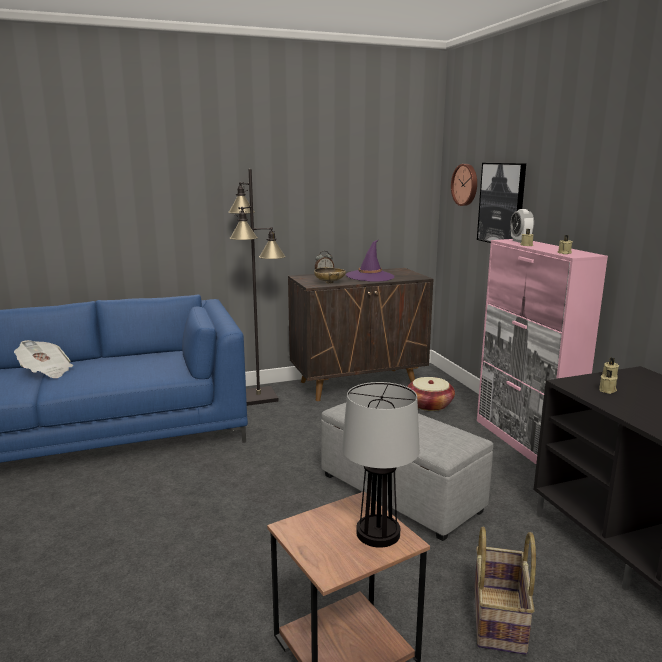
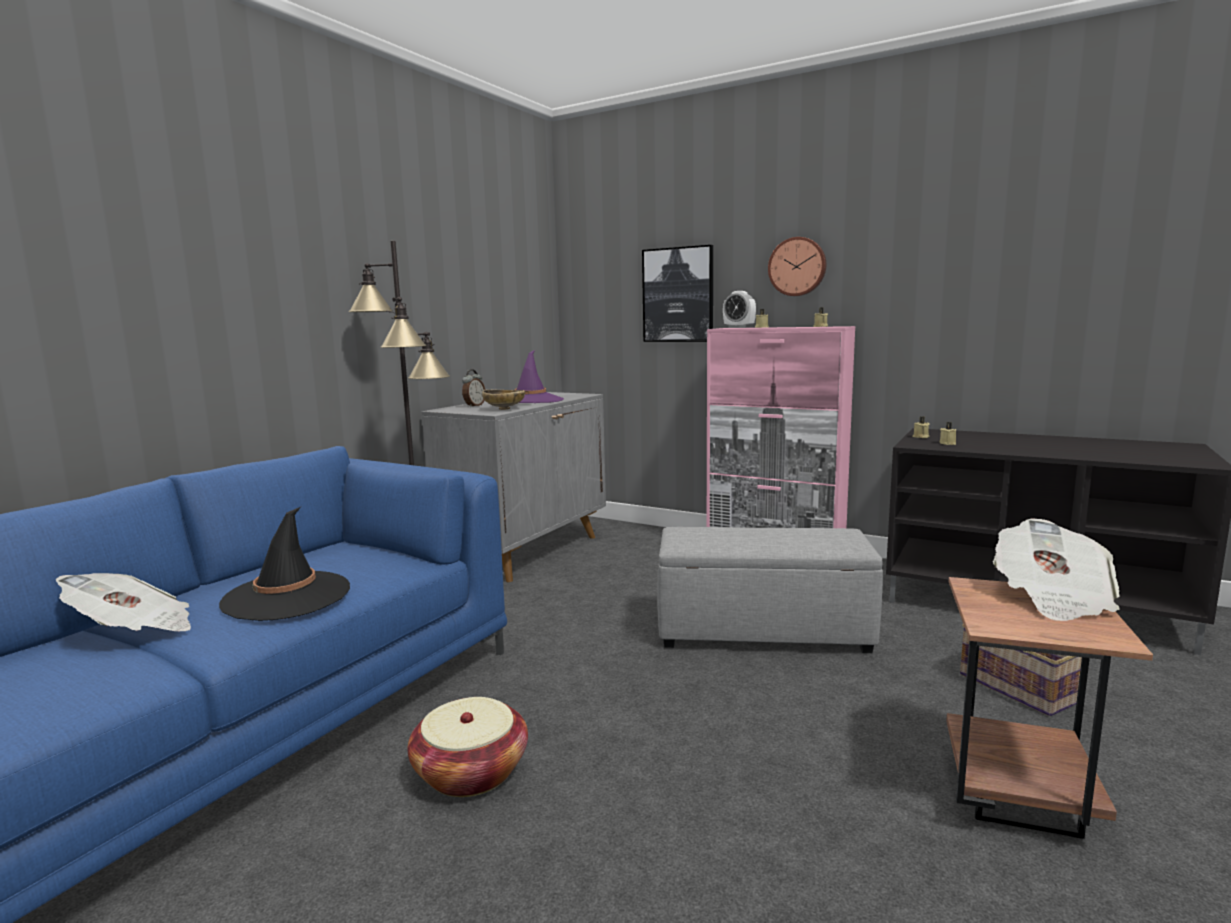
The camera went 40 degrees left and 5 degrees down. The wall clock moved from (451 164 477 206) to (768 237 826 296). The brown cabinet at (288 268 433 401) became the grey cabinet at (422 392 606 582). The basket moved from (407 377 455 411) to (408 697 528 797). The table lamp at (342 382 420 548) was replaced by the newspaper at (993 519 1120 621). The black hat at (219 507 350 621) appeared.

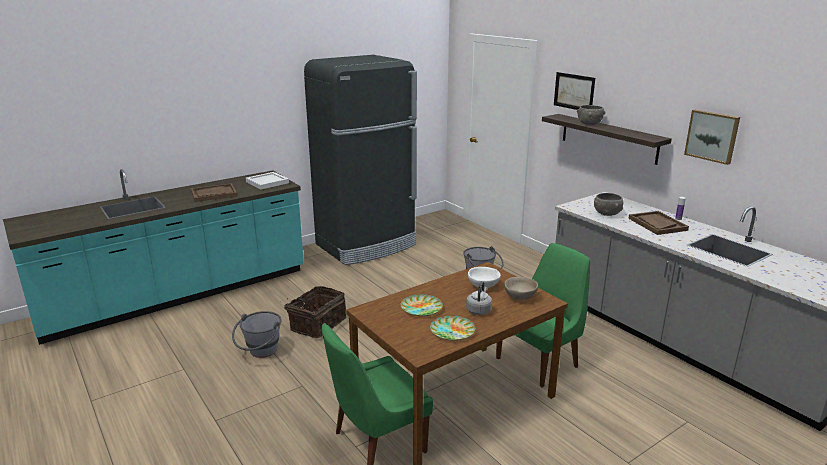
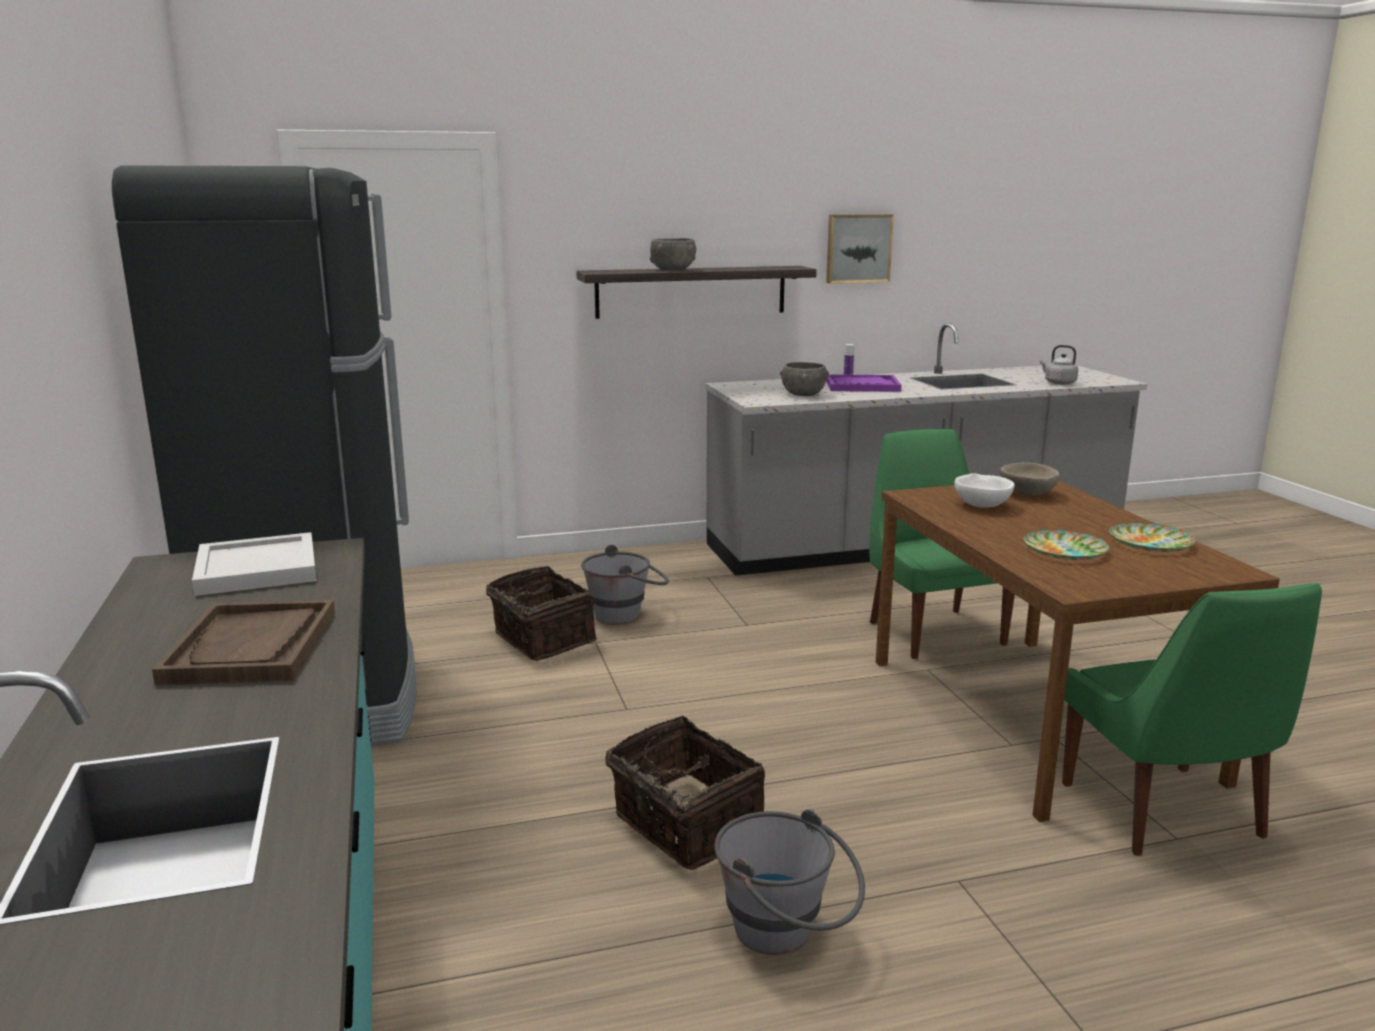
The camera went 70 degrees left and 5 degrees down. The picture at (554 72 595 110) disappeared. The brown tray at (628 211 689 235) became the purple tray at (826 374 902 392). The grey kettle moved from (466 281 492 315) to (1040 345 1078 385). The basket at (486 566 597 661) appeared.

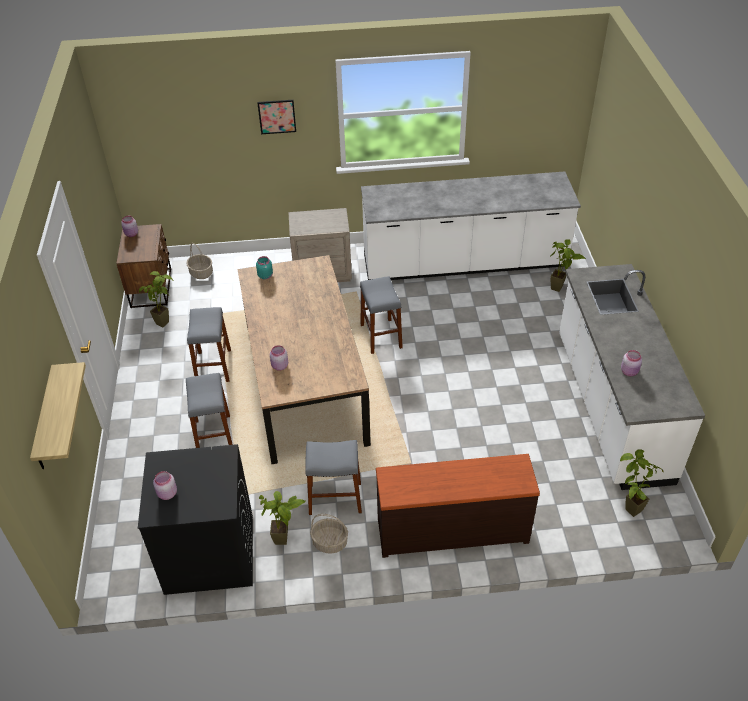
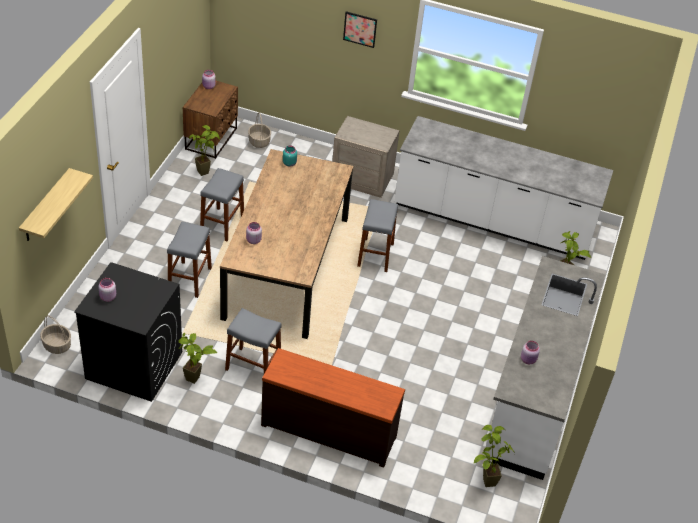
The camera went 20 degrees right and 0 degrees up. The basket moved from (310 514 348 554) to (40 315 71 354).

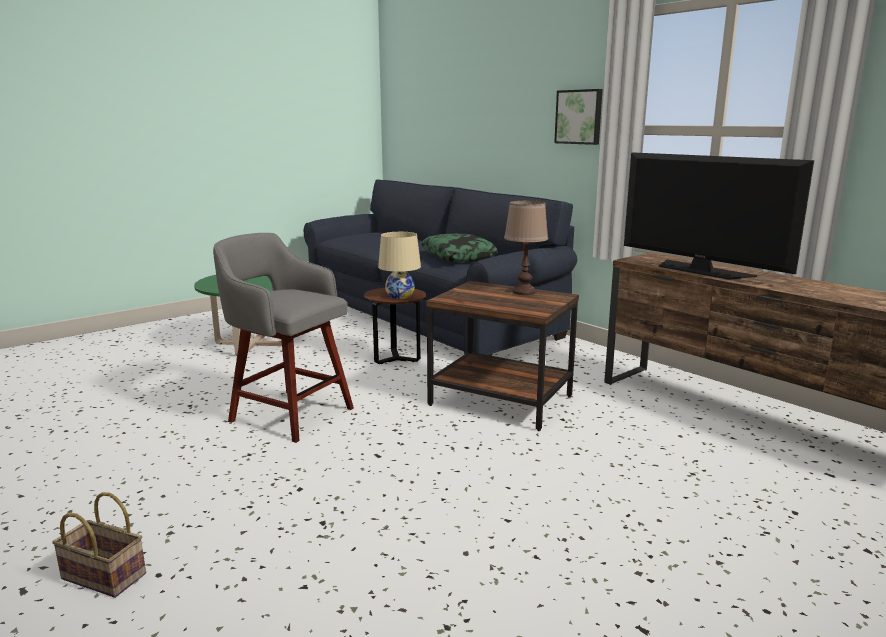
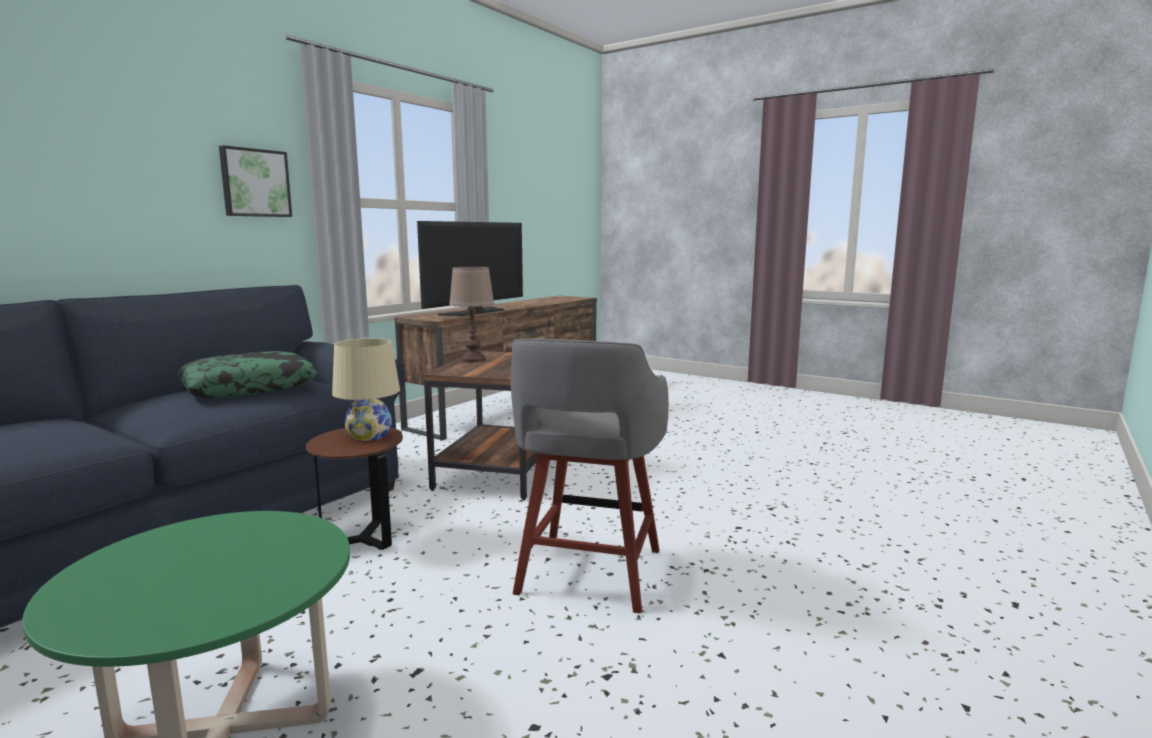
The camera went 105 degrees left and 5 degrees down. The basket at (52 492 146 598) disappeared.

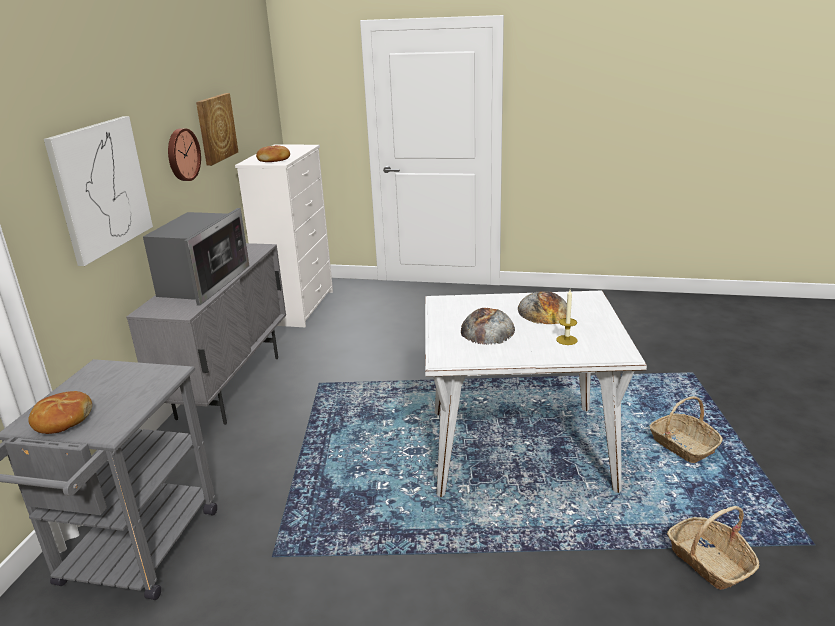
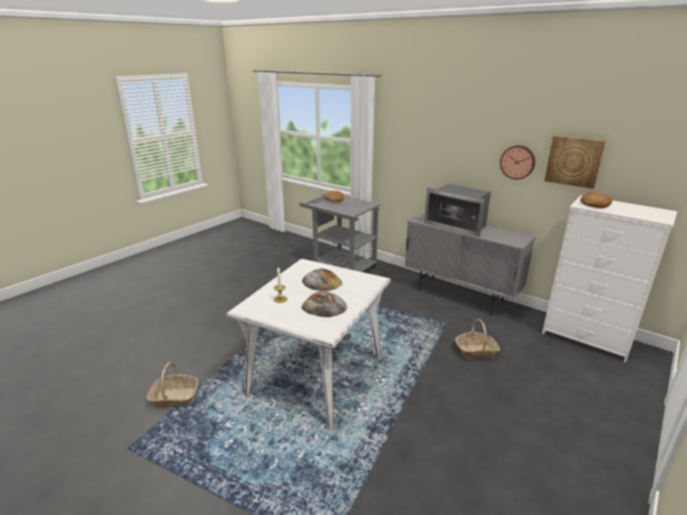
The camera went 115 degrees right and 0 degrees up. The picture at (44 116 153 266) disappeared. The basket moved from (650 396 723 463) to (455 319 500 359).

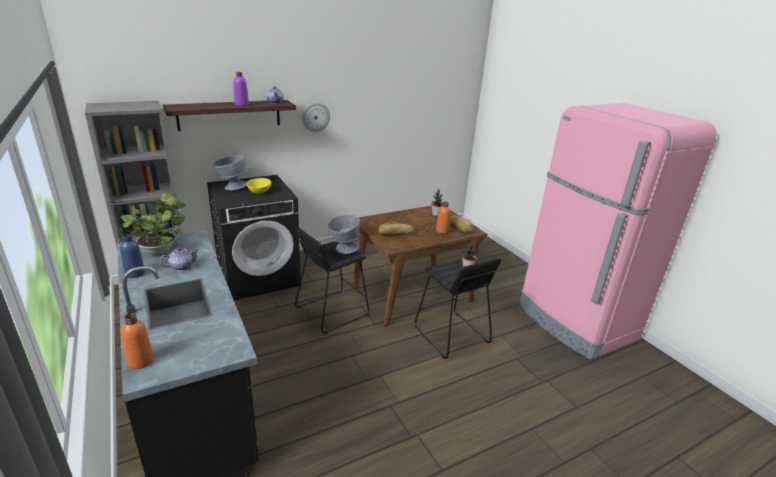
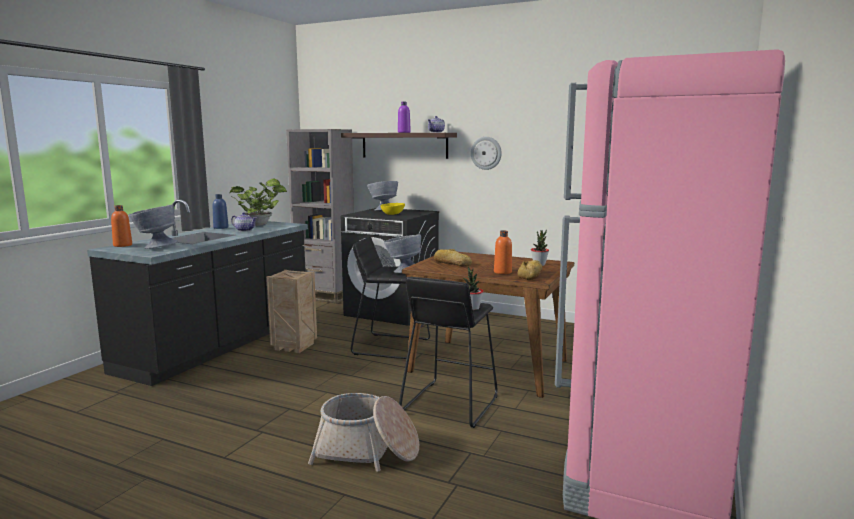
The camera went 55 degrees right and 15 degrees down. The grey bowl at (129 204 178 249) appeared. The crate at (266 270 317 353) appeared. The basket at (308 393 419 472) appeared.

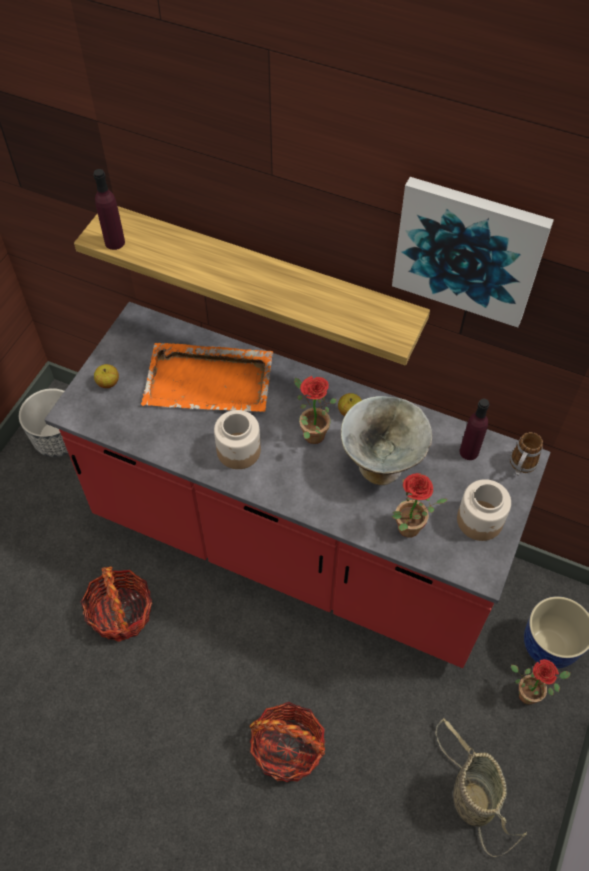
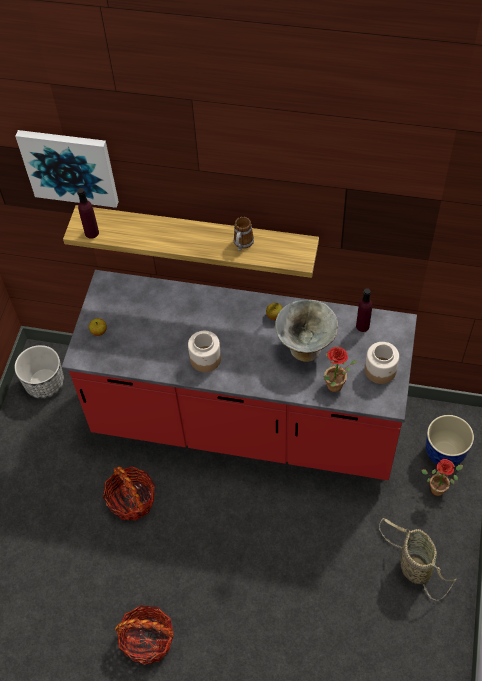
The camera went 10 degrees left and 0 degrees up. The picture moved from (392 177 554 327) to (15 130 119 208). The orange tray at (141 343 273 412) disappeared. The potted plant at (294 376 337 444) disappeared. The mug moved from (510 432 543 476) to (233 217 254 251). The basket moved from (250 702 325 782) to (115 605 174 665).

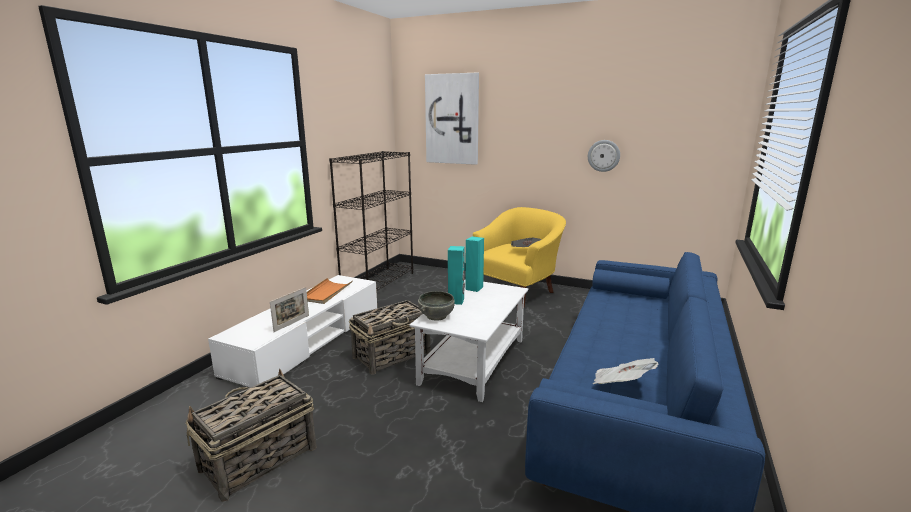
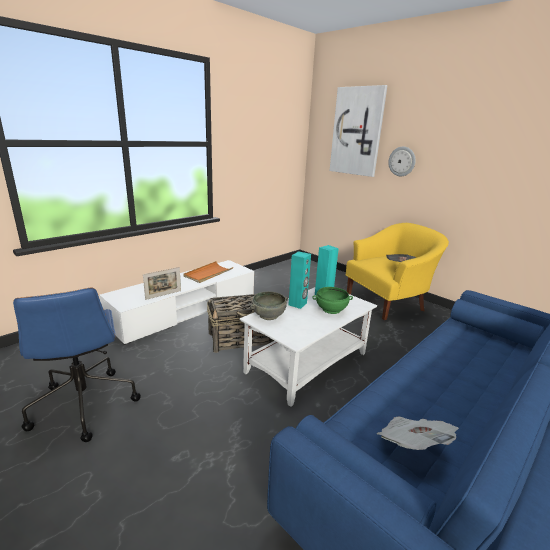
The camera went 20 degrees right and 5 degrees up. The wall clock moved from (588 140 620 172) to (388 147 416 176). The black bookcase at (329 151 413 291) disappeared. The basket at (186 369 316 502) was replaced by the blue office chair at (13 288 141 442). The green bowl at (312 287 353 314) appeared.

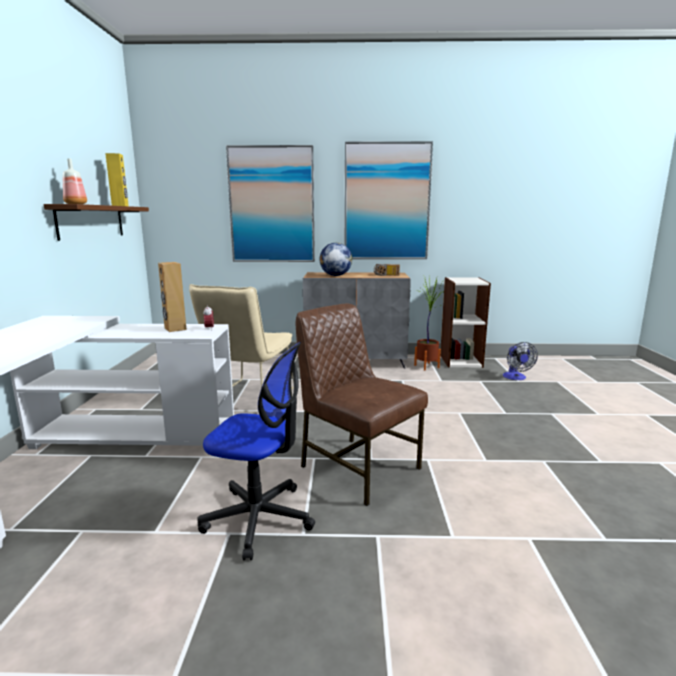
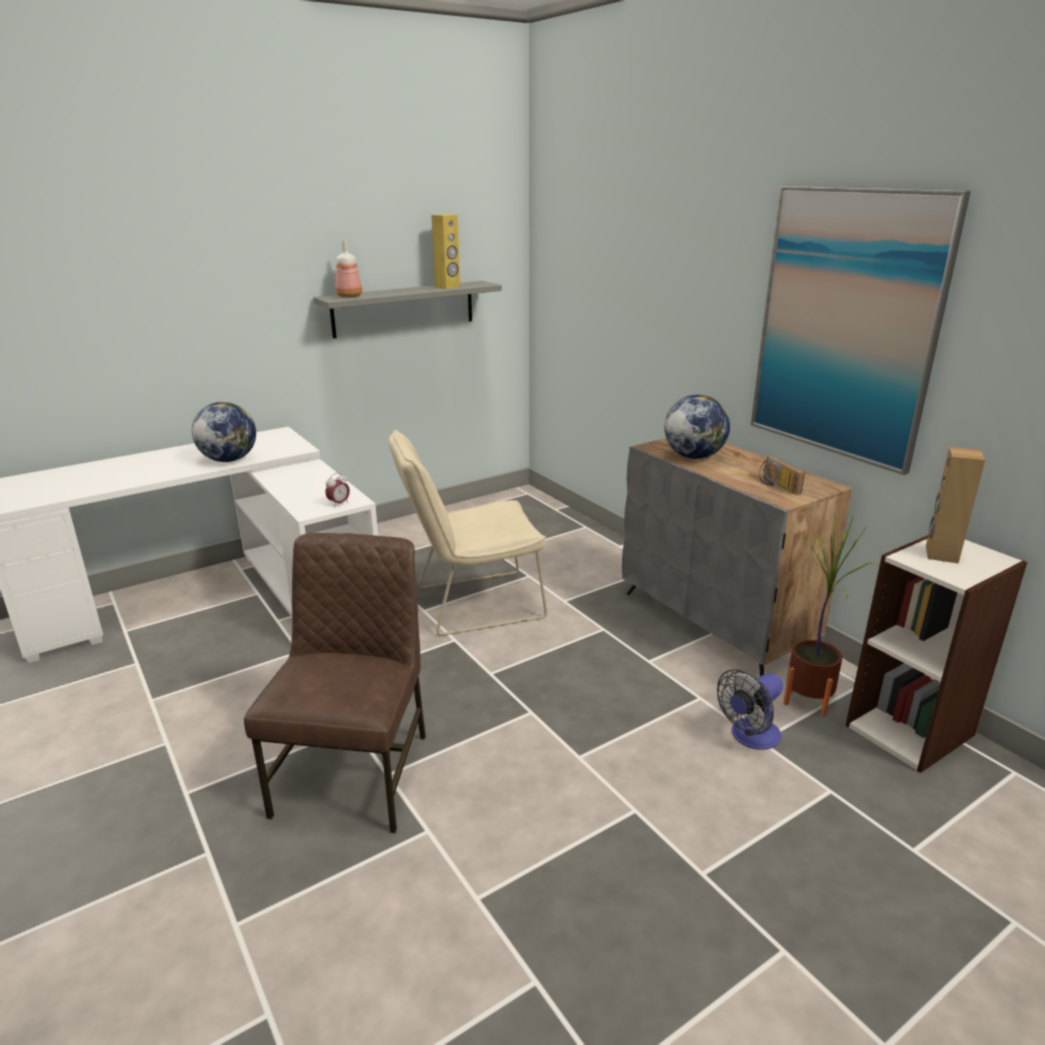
The camera went 55 degrees right and 10 degrees up. The picture at (226 145 315 262) disappeared. The brown shelf at (44 204 149 241) became the grey shelf at (313 281 502 339). The brown speaker moved from (158 262 187 332) to (926 447 985 564). The office chair at (197 342 315 561) disappeared. The fan moved from (503 342 538 380) to (717 669 783 750). The globe at (192 402 256 462) appeared.

